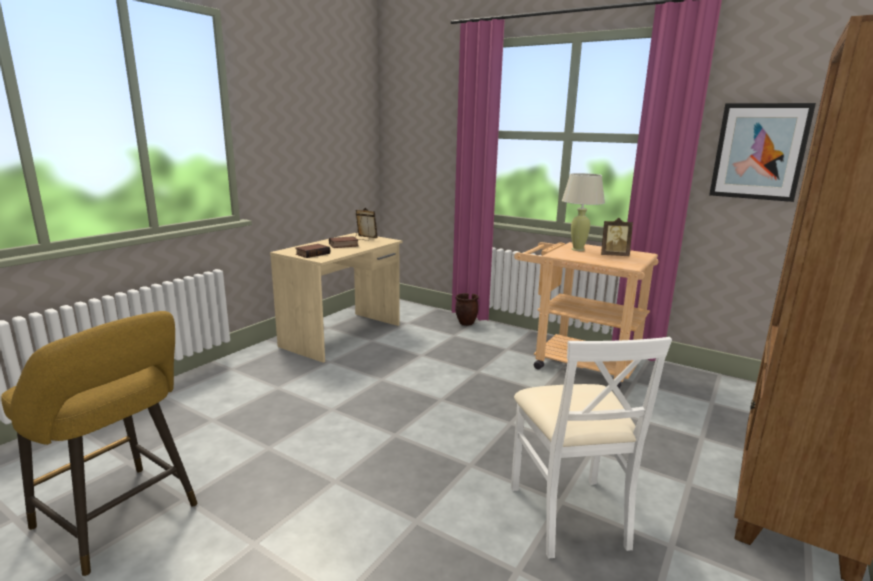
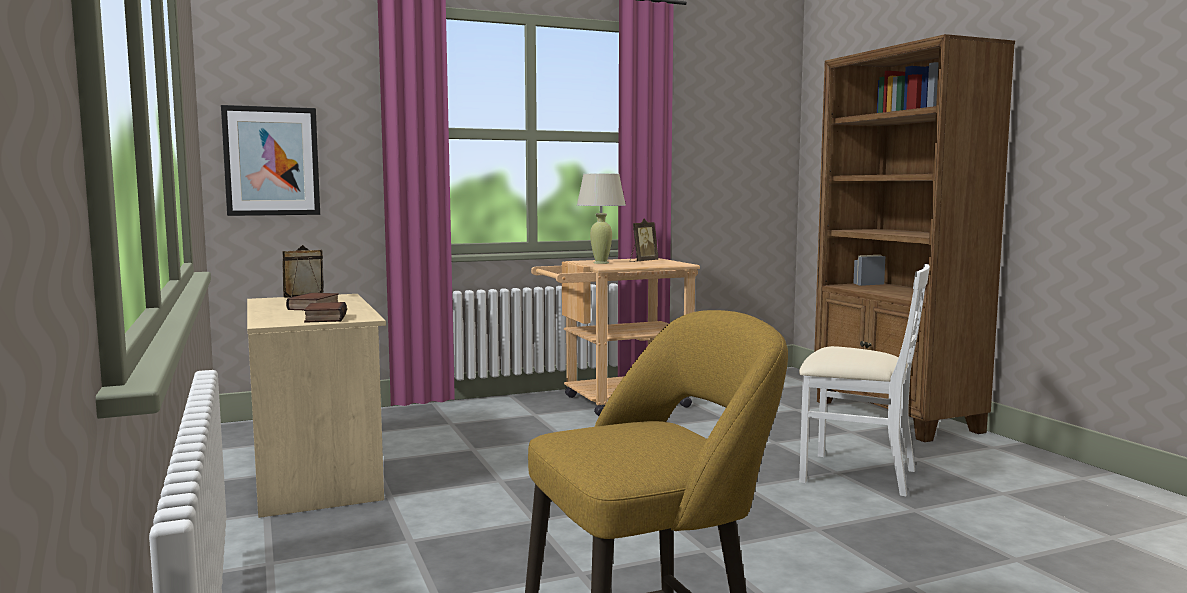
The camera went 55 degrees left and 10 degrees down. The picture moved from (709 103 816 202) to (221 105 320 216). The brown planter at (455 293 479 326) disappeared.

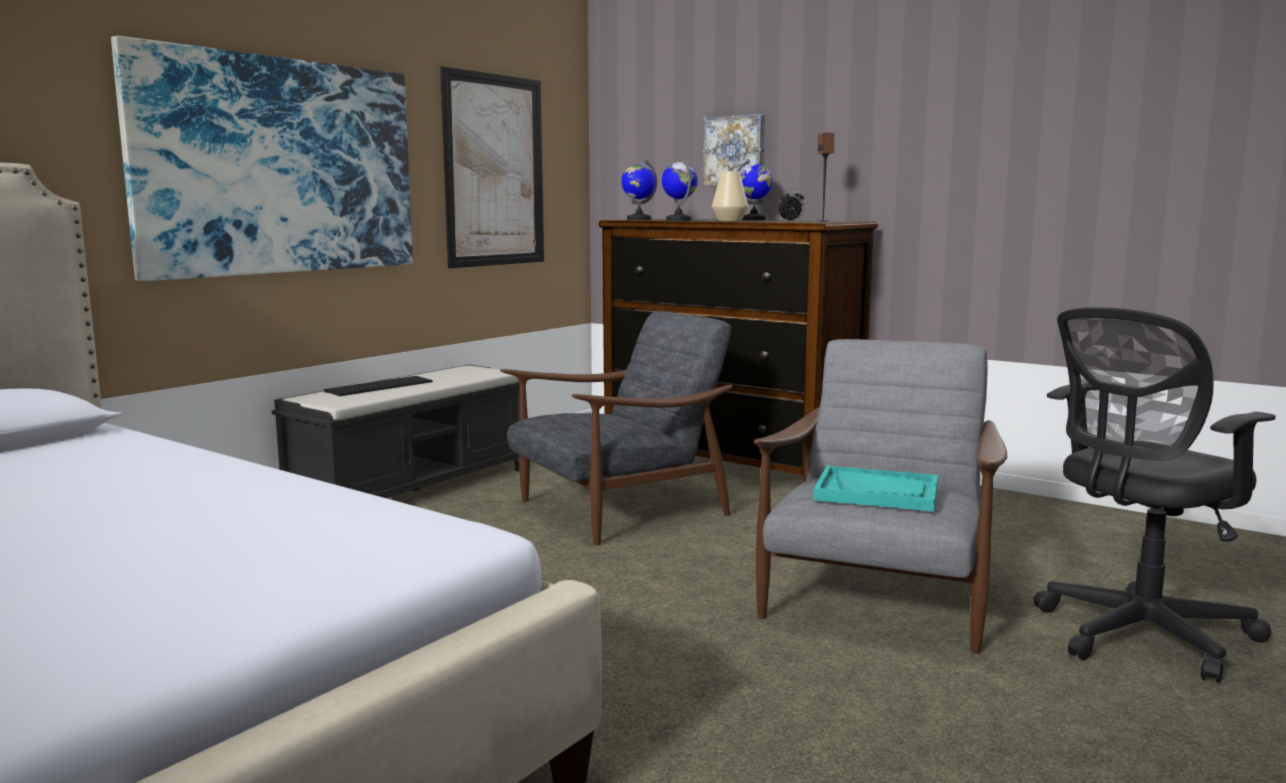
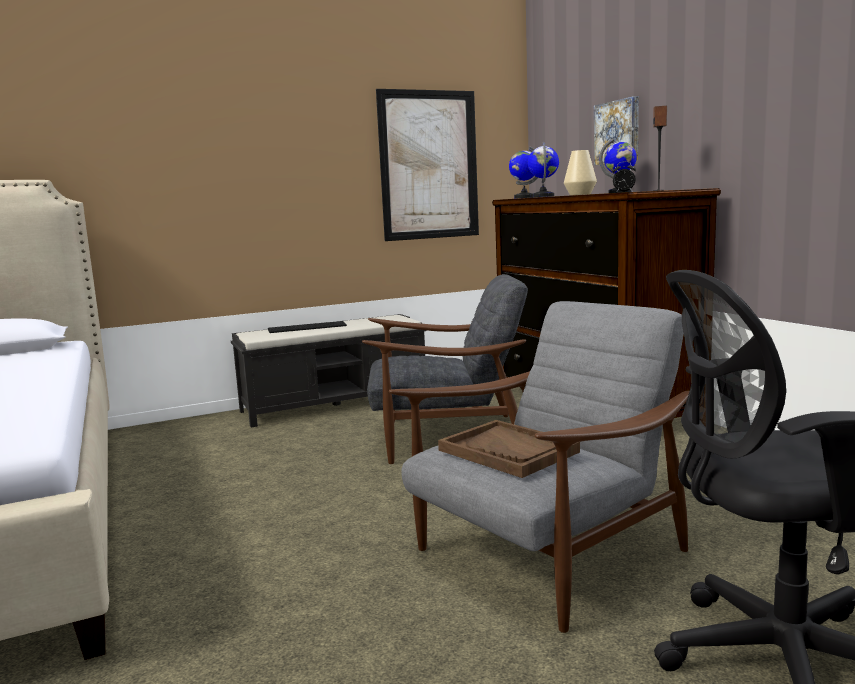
The camera went 30 degrees right and 0 degrees up. The picture at (111 36 413 281) disappeared. The turquoise tray at (813 466 938 511) became the brown tray at (438 420 580 478).

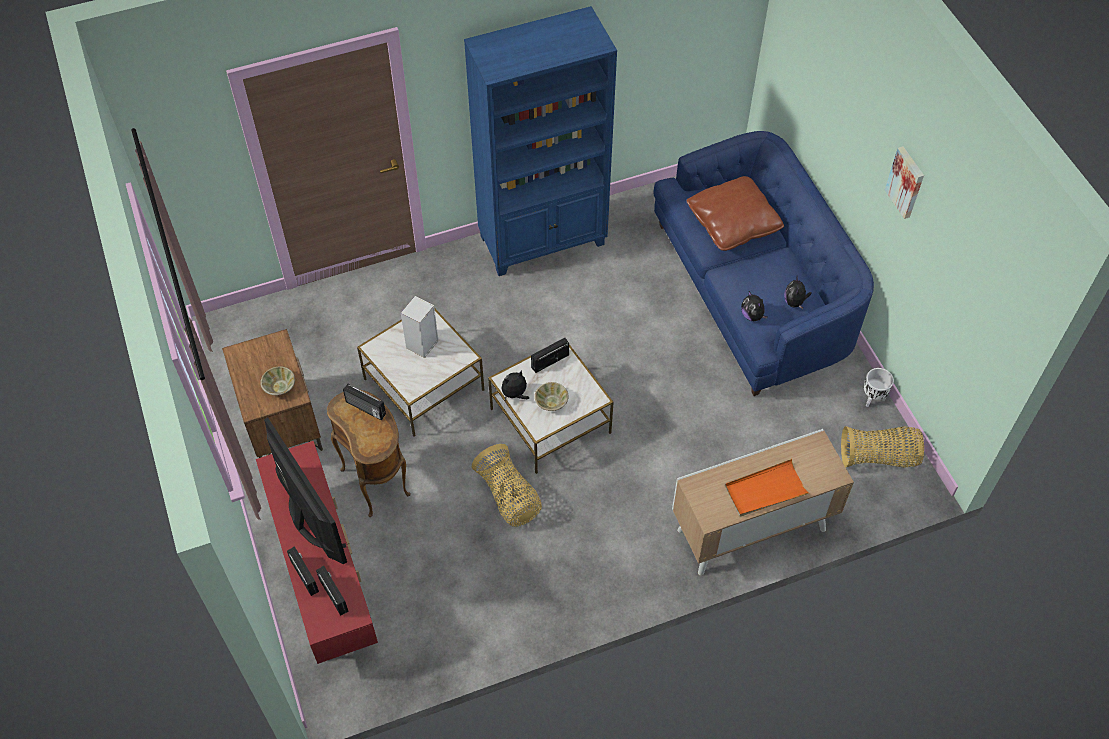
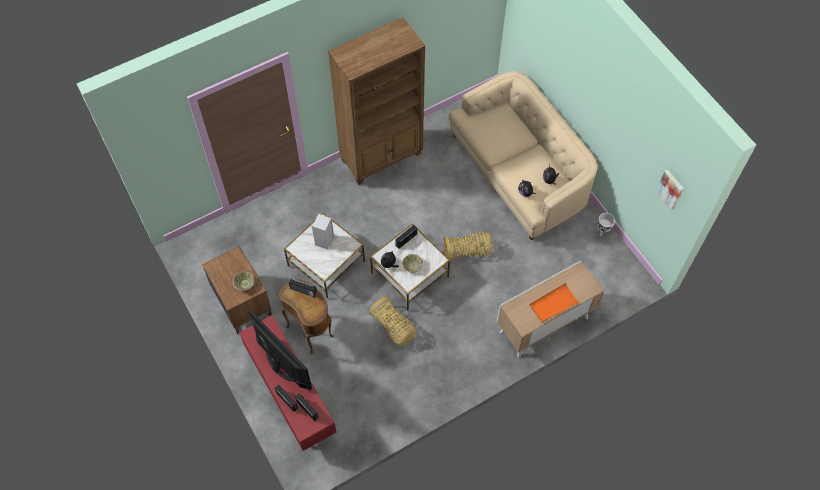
The camera went 10 degrees left and 5 degrees up. The blue bookcase at (464 6 617 276) became the brown bookcase at (328 17 425 185). The blue sofa at (653 131 874 396) became the beige sofa at (448 71 597 240). The picture moved from (885 146 924 219) to (656 169 684 211). The brown pillow at (687 176 784 251) disappeared. The basket moved from (841 426 924 468) to (444 232 492 260).

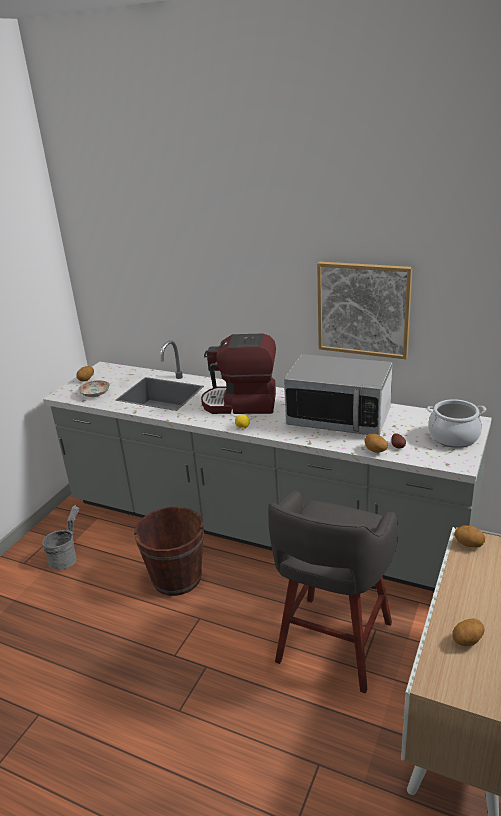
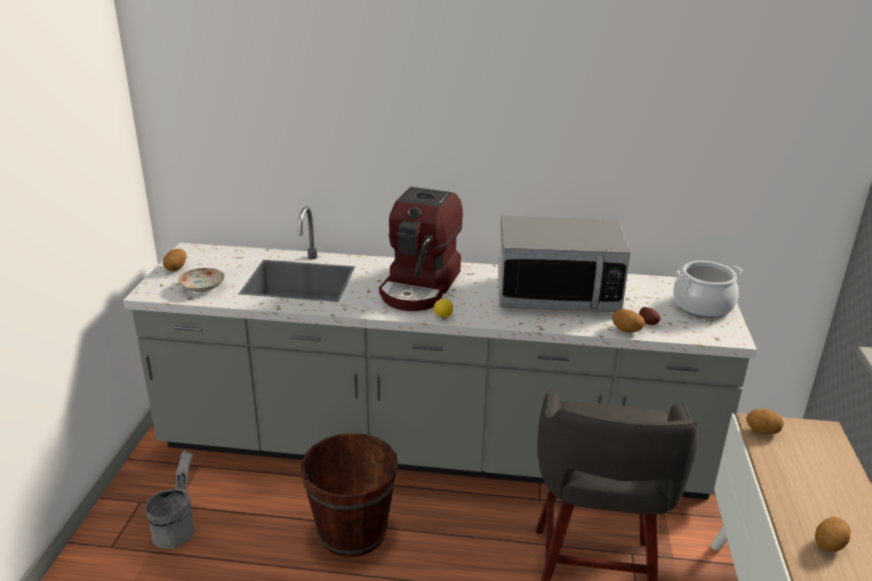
The camera went 20 degrees left and 0 degrees up. The picture at (317 262 412 359) disappeared. The coffee machine at (201 333 276 414) turned 60 degrees counterclockwise.

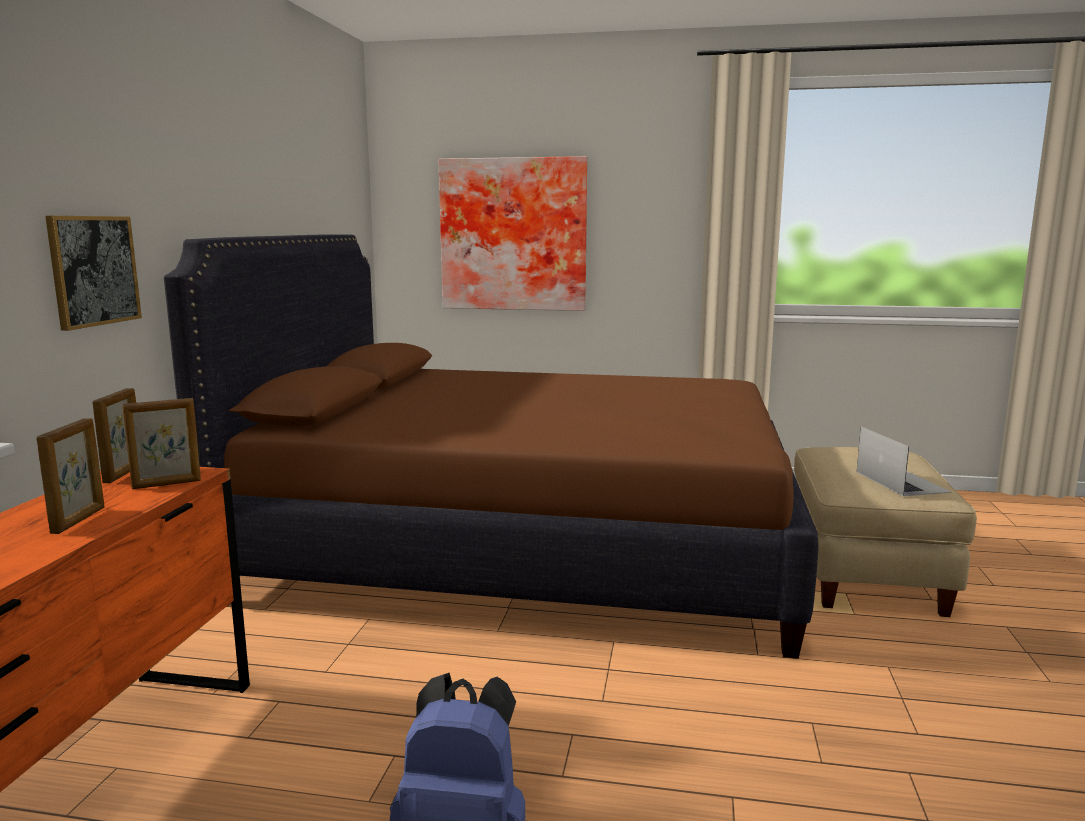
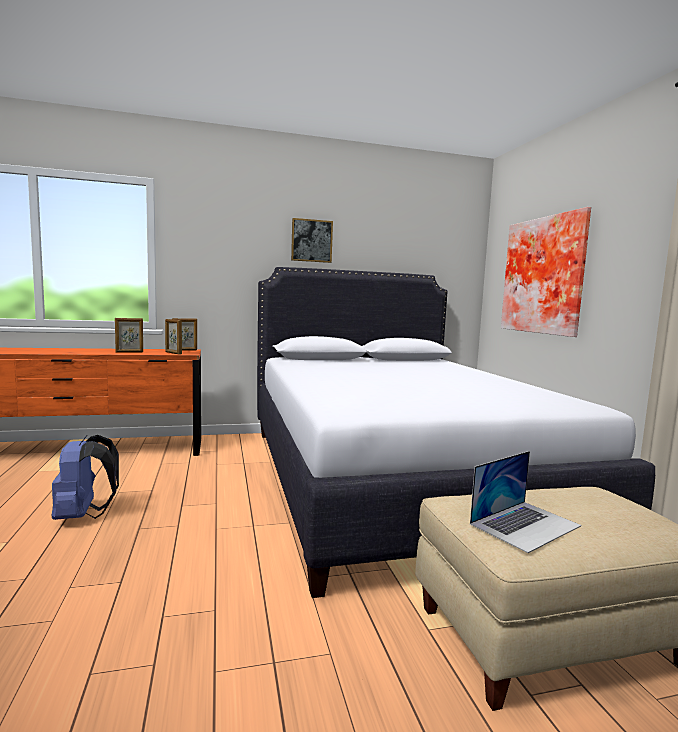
The camera went 65 degrees right and 5 degrees down. The picture moved from (45 216 142 331) to (291 218 333 263). The brown bed at (164 234 818 659) became the white bed at (257 267 655 598).

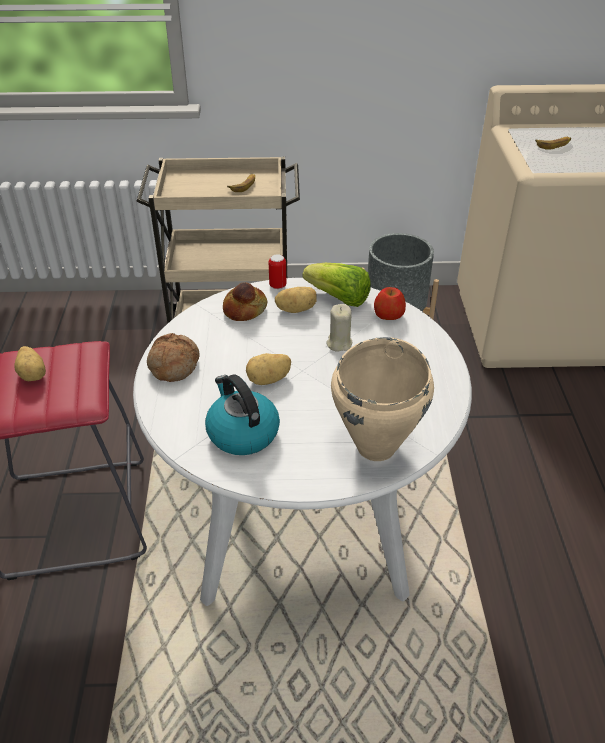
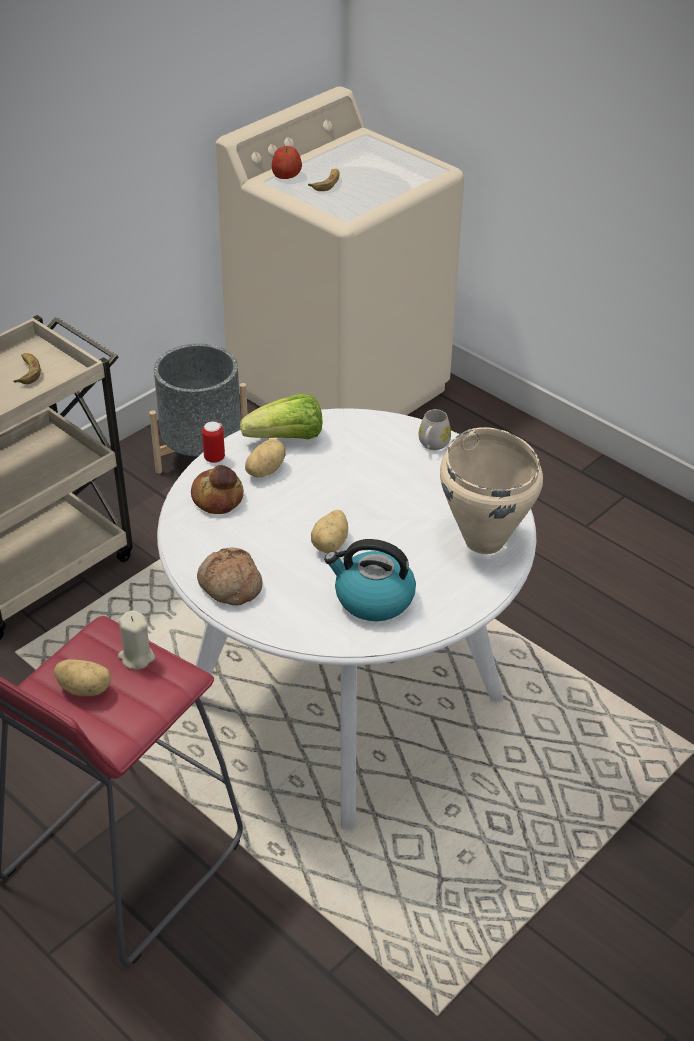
The camera went 45 degrees left and 0 degrees up. The apple moved from (374 287 406 320) to (272 146 302 179). The beige candle moved from (326 304 352 352) to (118 610 155 670). The white mug at (419 409 451 450) appeared.

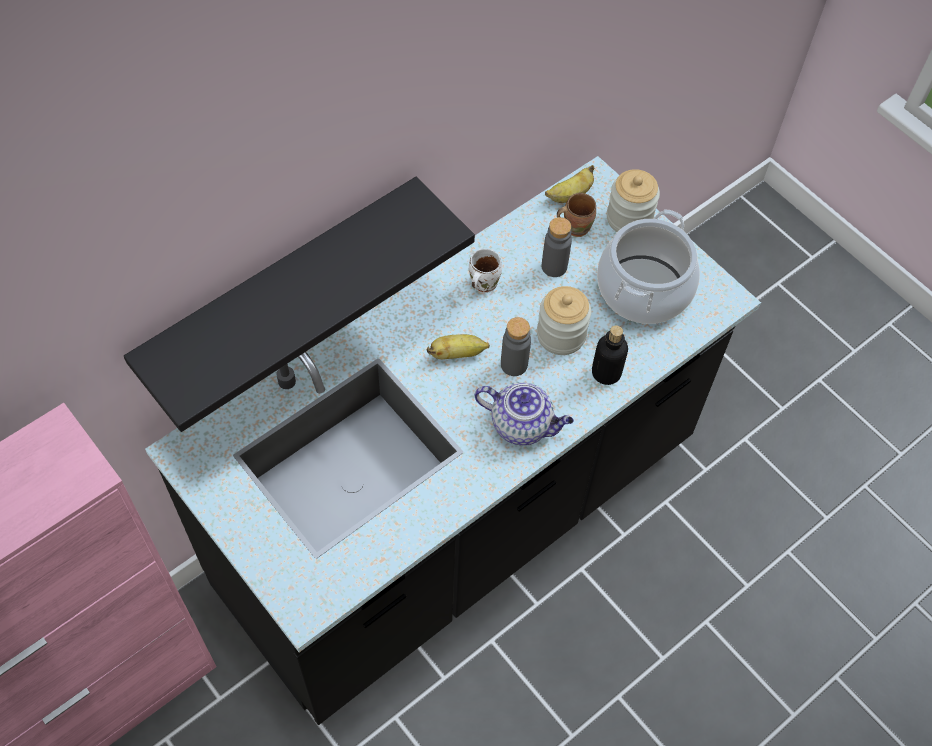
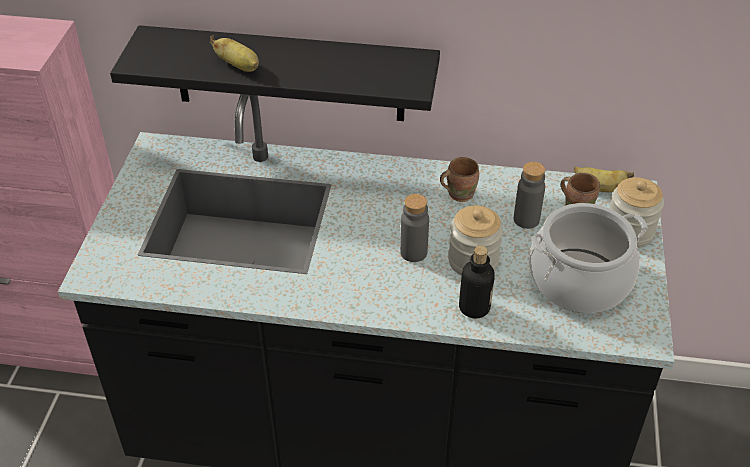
The camera went 50 degrees right and 15 degrees down. The white mug at (469 248 502 293) became the brown mug at (440 157 479 202). The banana moved from (427 334 490 359) to (210 35 259 72). The teapot at (475 382 574 445) disappeared.

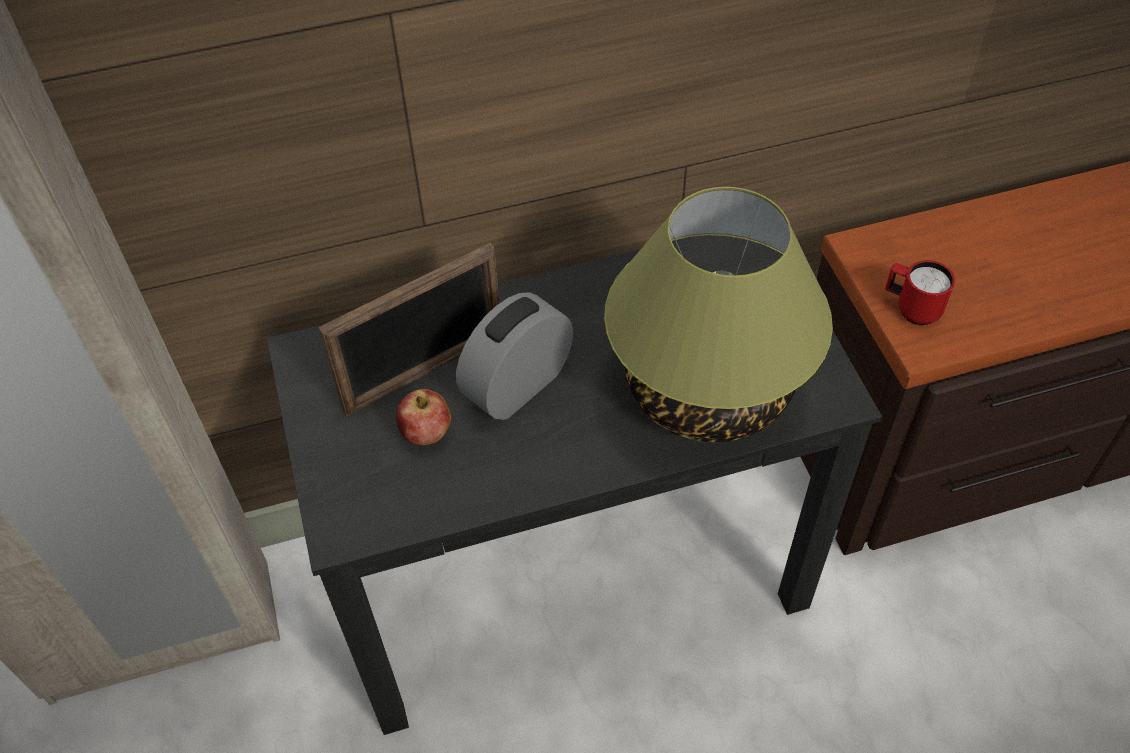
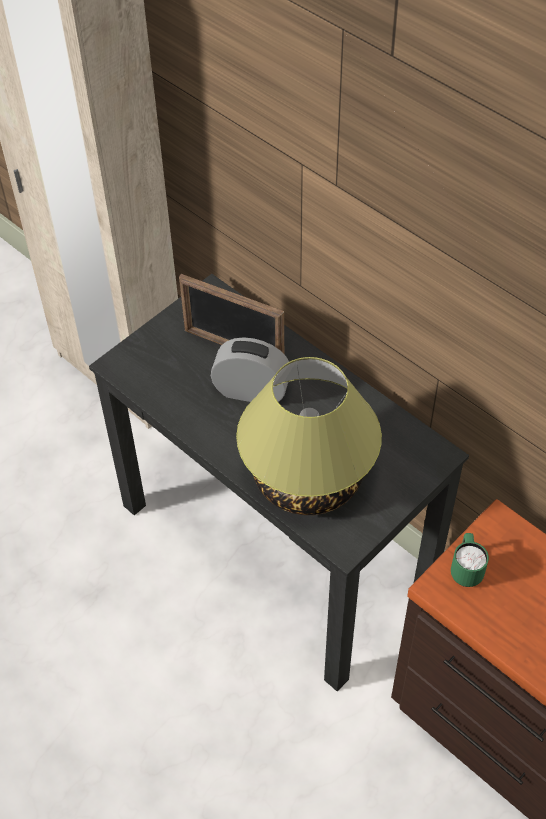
The camera went 60 degrees right and 0 degrees up. The red mug at (885 260 955 325) became the green mug at (451 533 489 587). The apple at (396 389 451 446) disappeared.

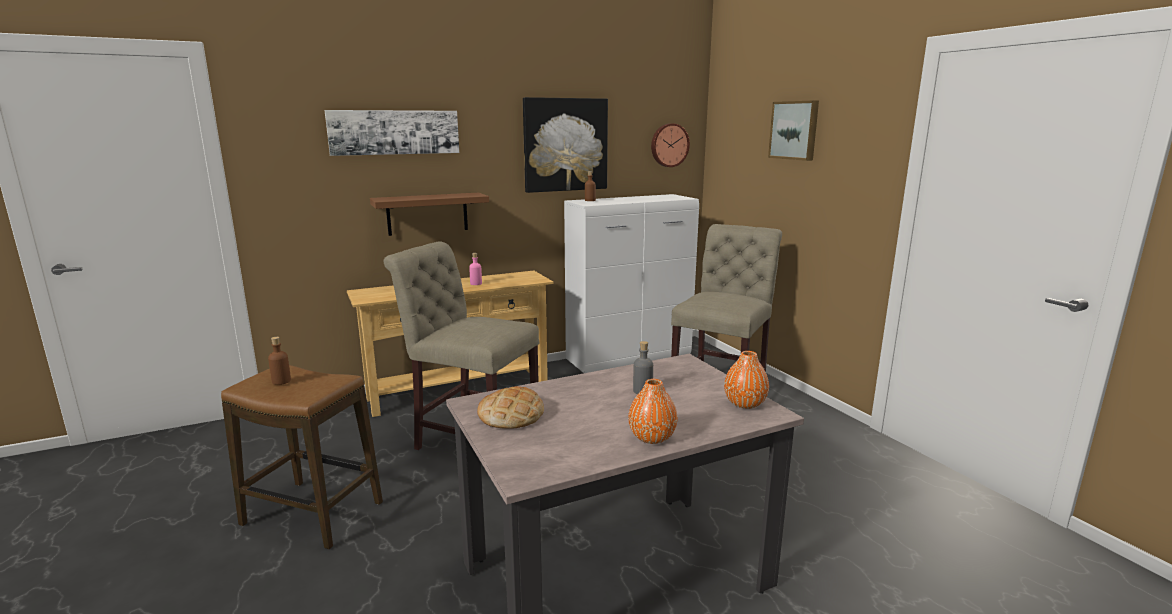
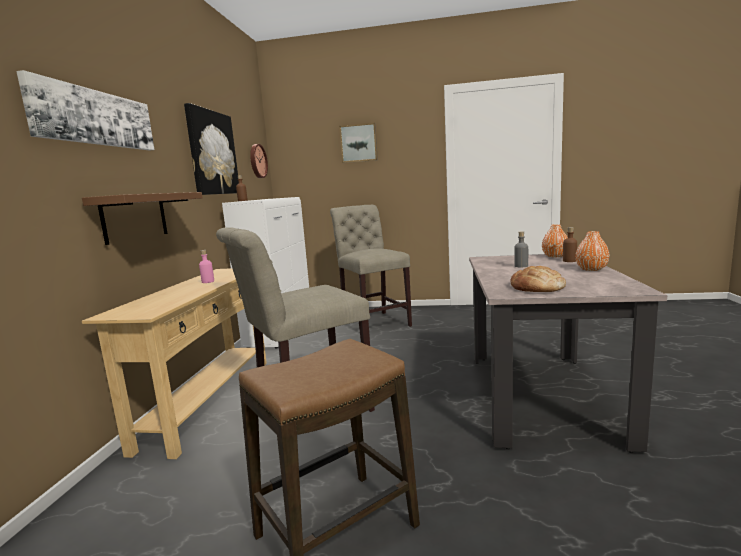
The camera went 55 degrees left and 5 degrees down. The brown bottle moved from (268 337 291 385) to (563 227 577 262).

